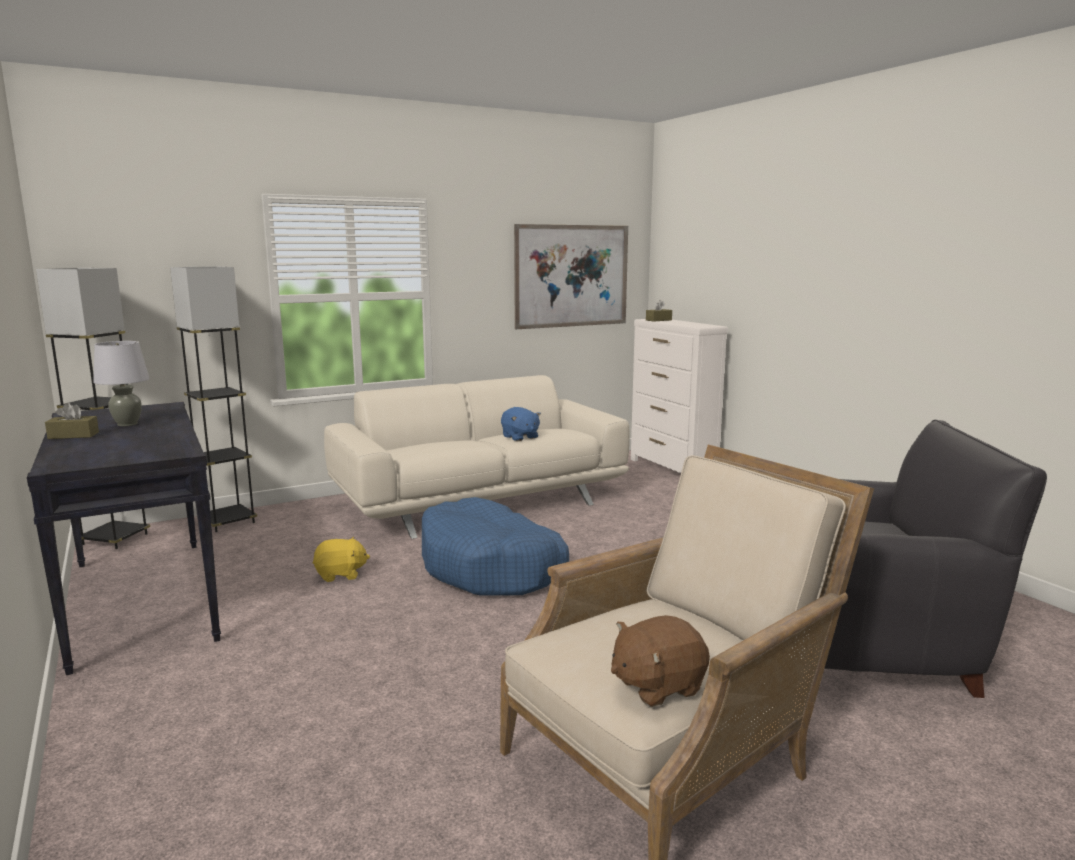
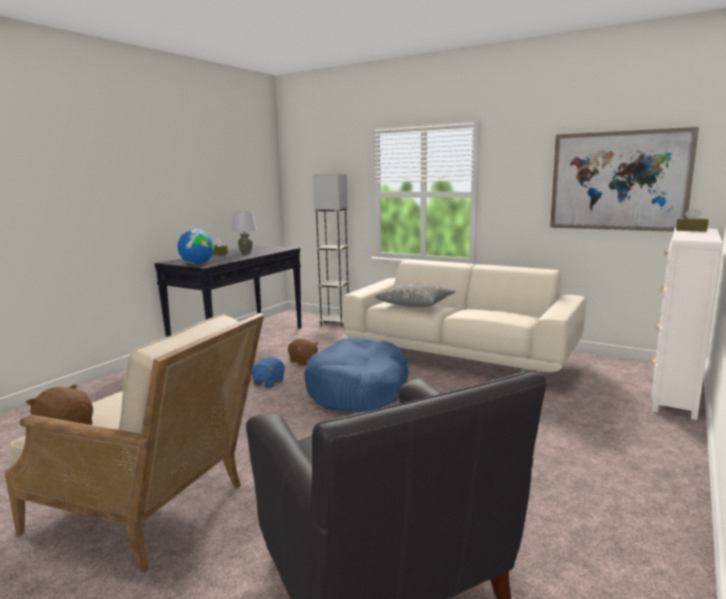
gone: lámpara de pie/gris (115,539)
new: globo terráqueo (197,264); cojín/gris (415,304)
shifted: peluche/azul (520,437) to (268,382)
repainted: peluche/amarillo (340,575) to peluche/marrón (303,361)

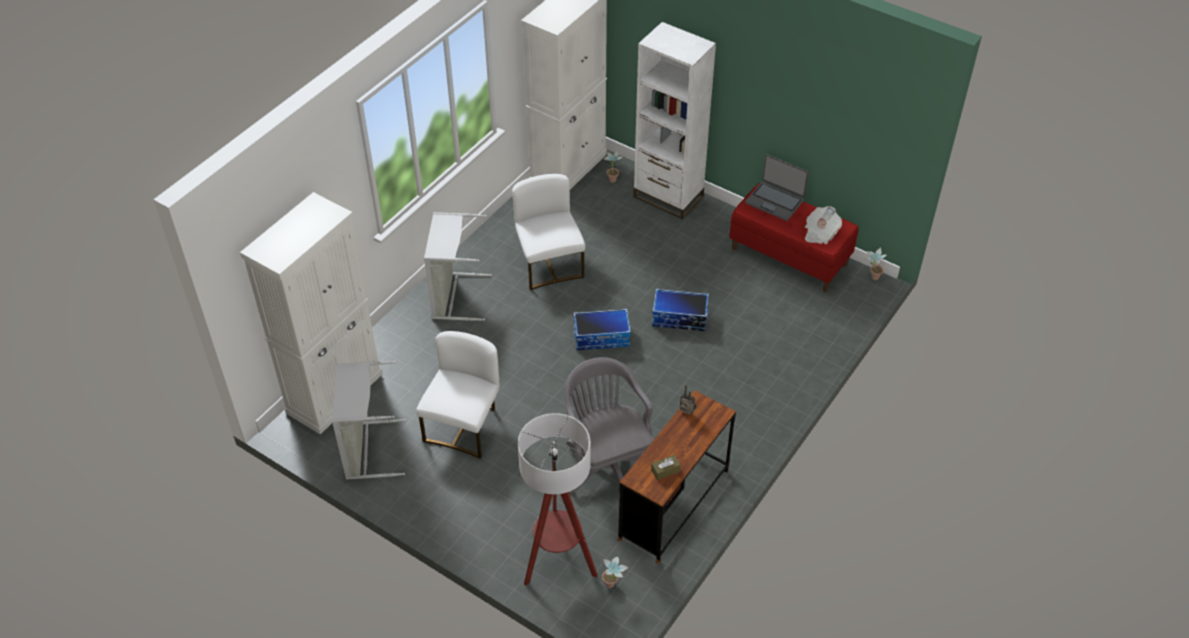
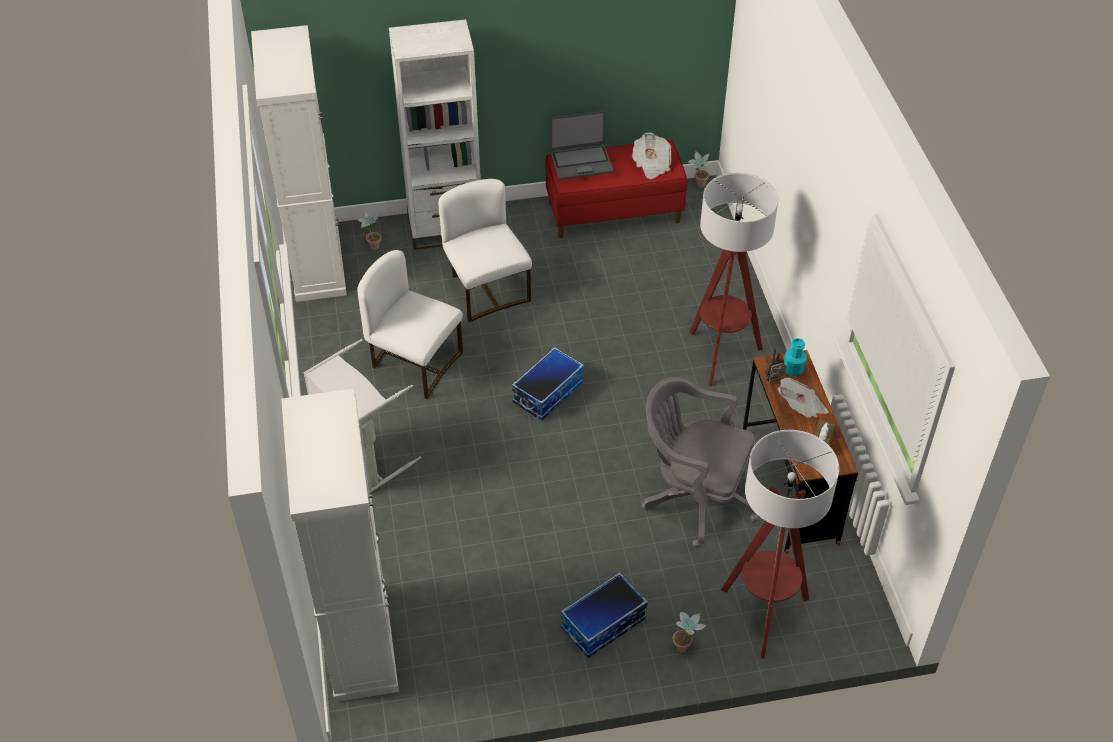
gone: cesto de la ropa/gris (367,450)
new: lámpara de pie (720,355); botella/turquesa (793,369); periódico (801,408)
shifted: caja de almacenaje (679,318) to (603,625); silla/blanco (464,426) to (486,290); planta en maceta (613,585) to (685,647)

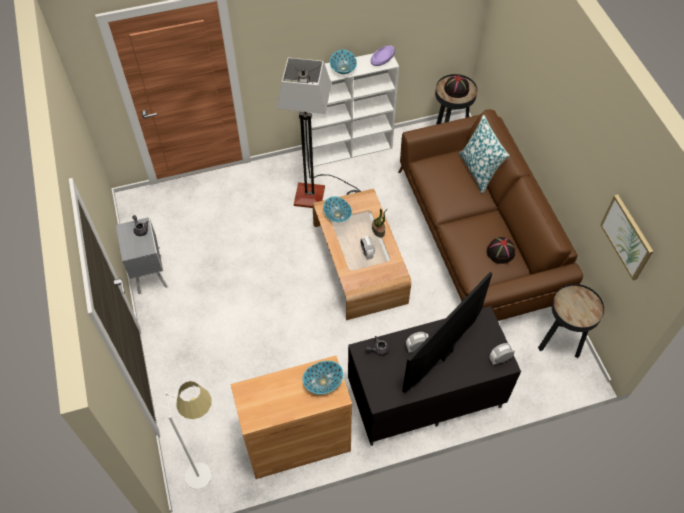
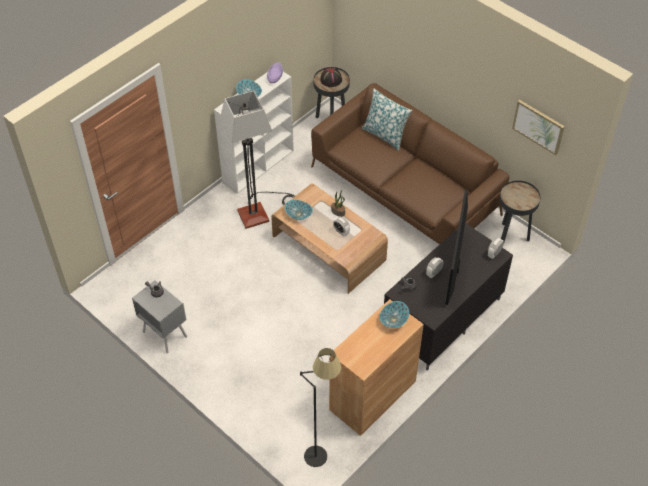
gone: sombrero/negro (500,252)
repainted: lámpara de pie/blanco (209,469) to lámpara de pie/negro (320,447)

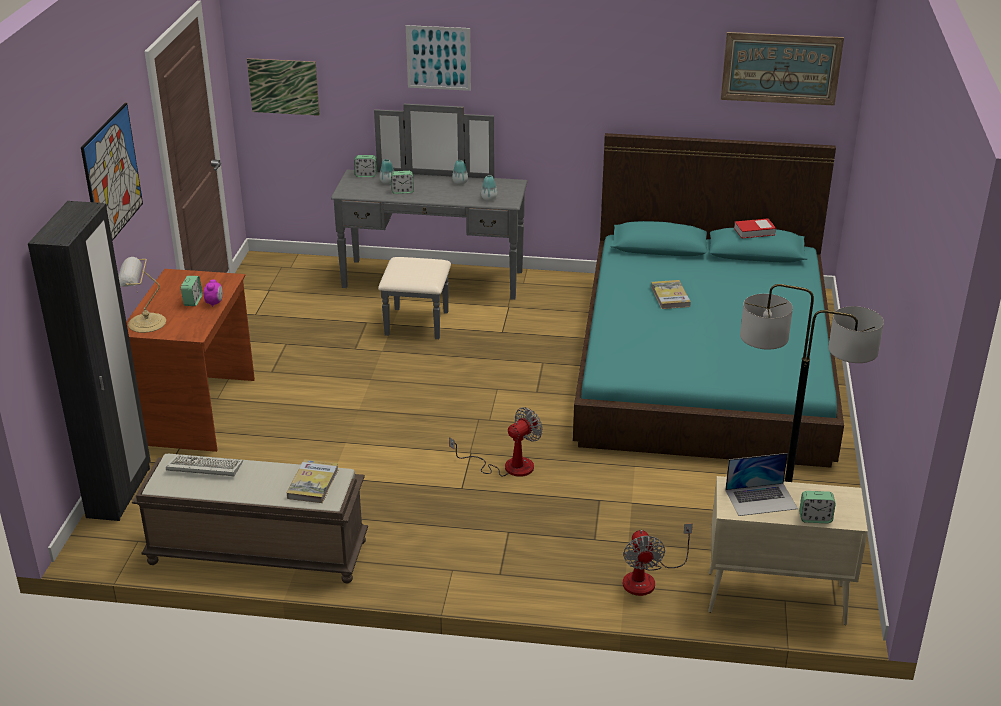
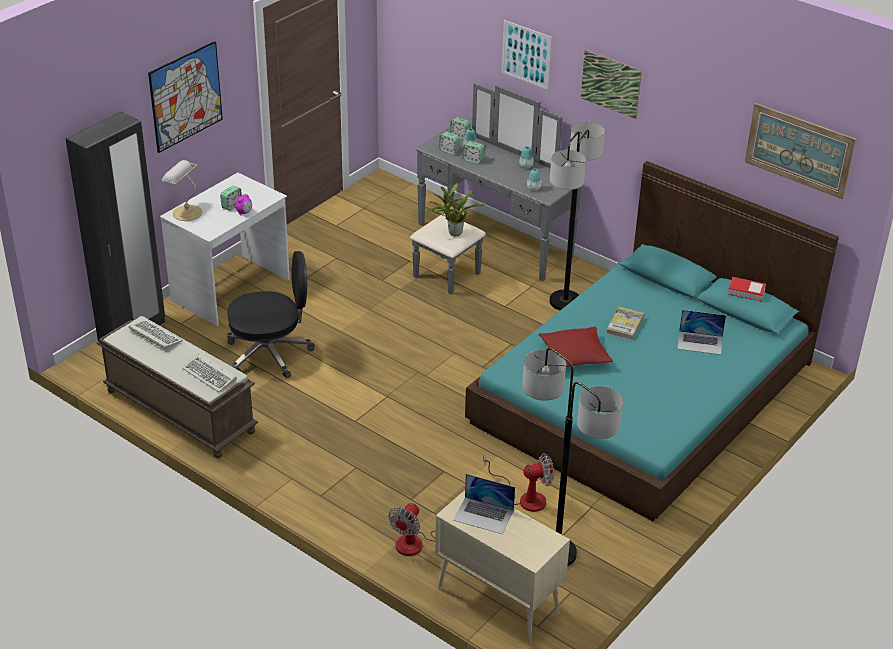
new: lámpara de pie (565,302); planta en maceta (453,233); silla de oficina/negro (270,353); portátil (700,342); cojín/rojo (574,355)
shifted: cuadro (283,86) to (611,84); ventilador (508,466) to (524,497); despertador (815,518) to (449,150)
swapped: libro (313,483) to teclado (211,375)
repainted: escritorio/marrón (198,411) to escritorio/blanco (231,290)

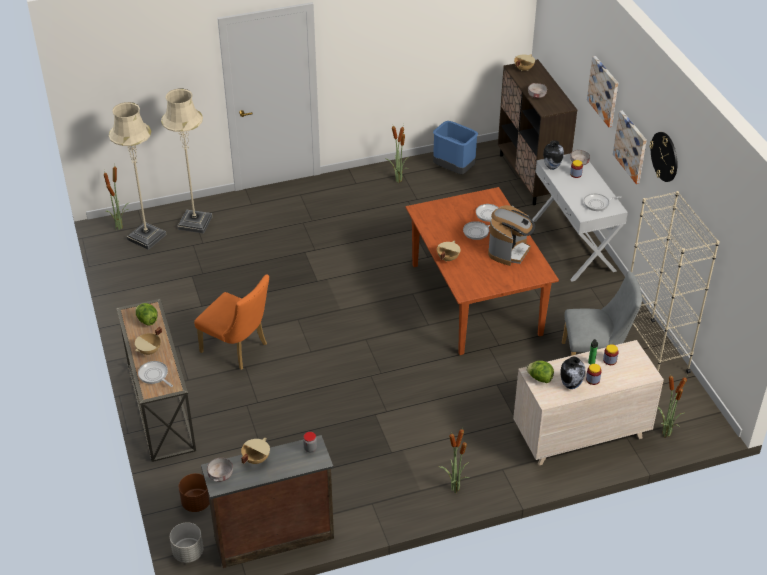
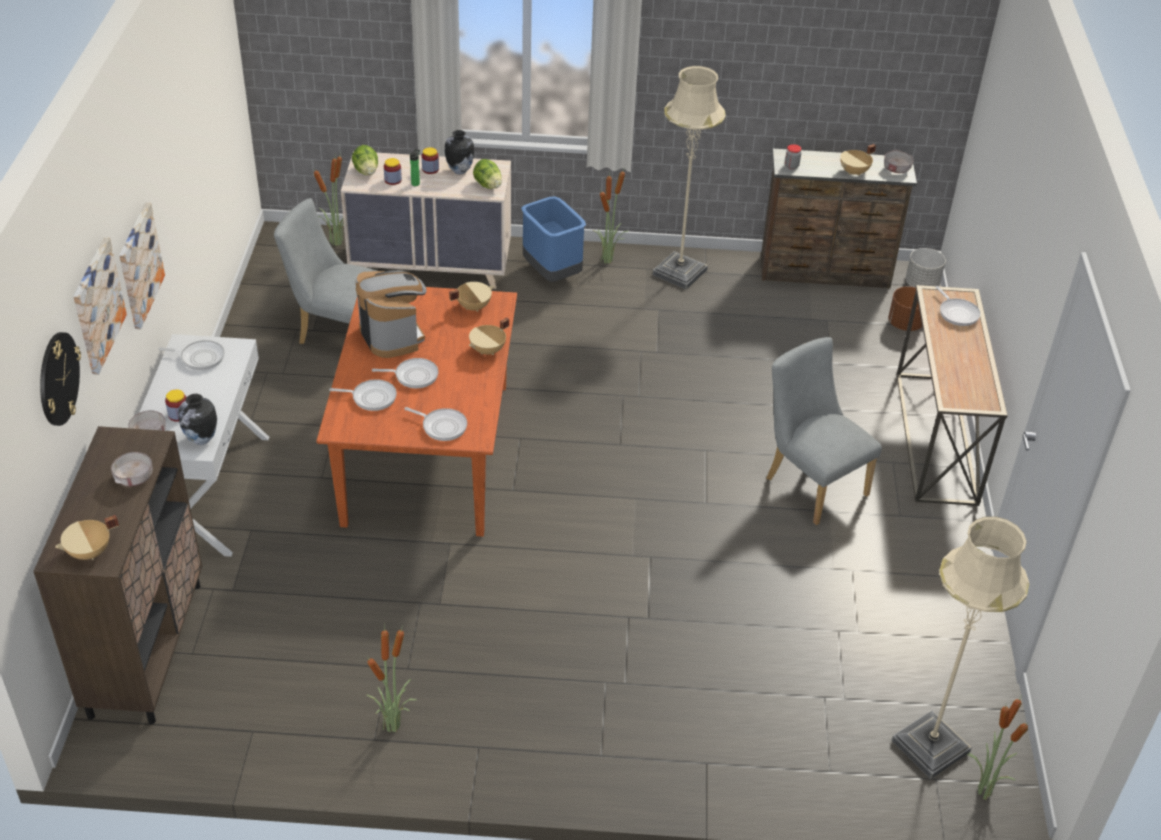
gone: estantería/beis (654,349)
new: sartén (442,426)
shifted: lámpara de pie/beis (195,223) to (679,272); papelera/azul (454,169) to (551,273); reloj de pared (664,156) to (58,378); lechuga (147,320) to (366,171); olla/beis (149,351) to (473,306)
repainted: silla/naranja (238,350) to silla/gris (810,483)
rotated: cafetera (509,251) = (392,335) 105 degrees clockwise

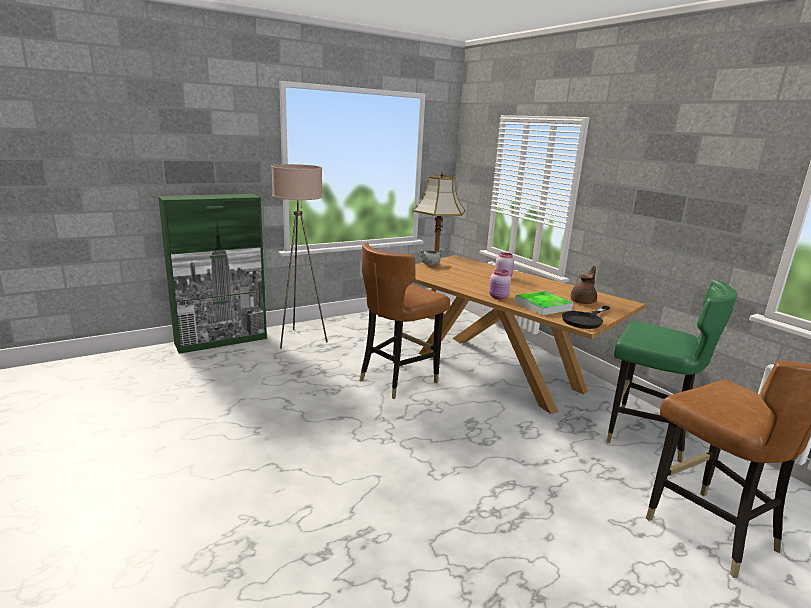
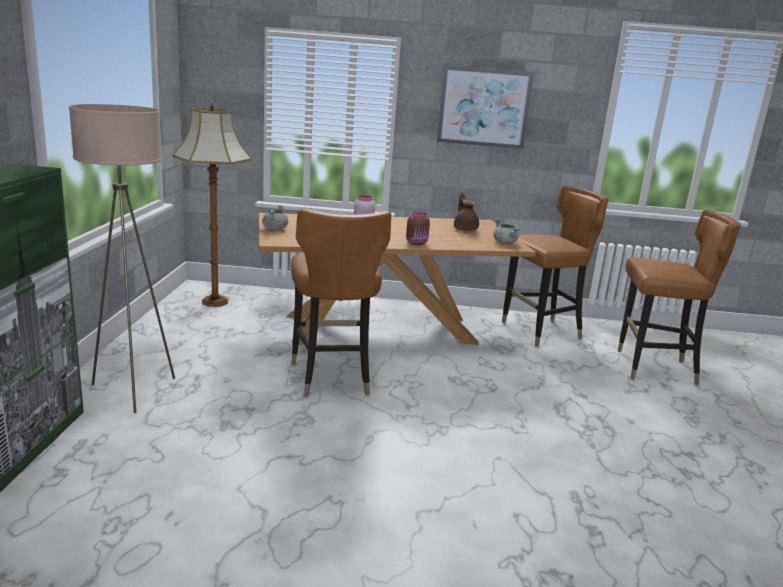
gone: bandeja (542,306)
new: cuadro (484,107)
swapped: sartén/negro (585,320) to olla/gris (505,242)
repainted: tarro/rosa (498,297) to tarro/marrón (417,243); silla/verde (645,436) to silla/marrón (541,332)

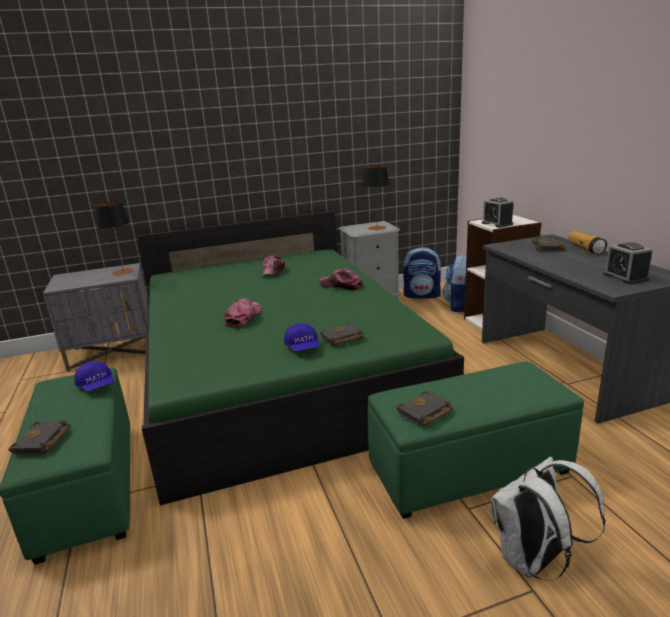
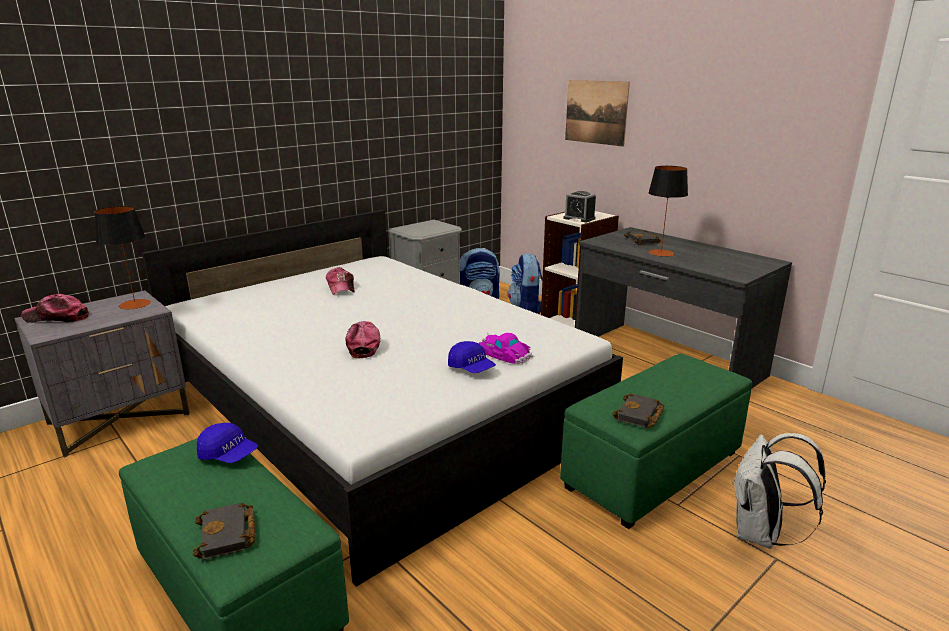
gone: linterna (585,249); despertador (625,277)
new: cuadro (596,112)
shifted: lámpara de mesa (377,228) to (661,253); gorra (341,286) to (57,317)
swapped: libro/negro (341,338) to coche de juguete (504,353)
repainted: cama/verde (278,370) to cama/blanco (377,406)

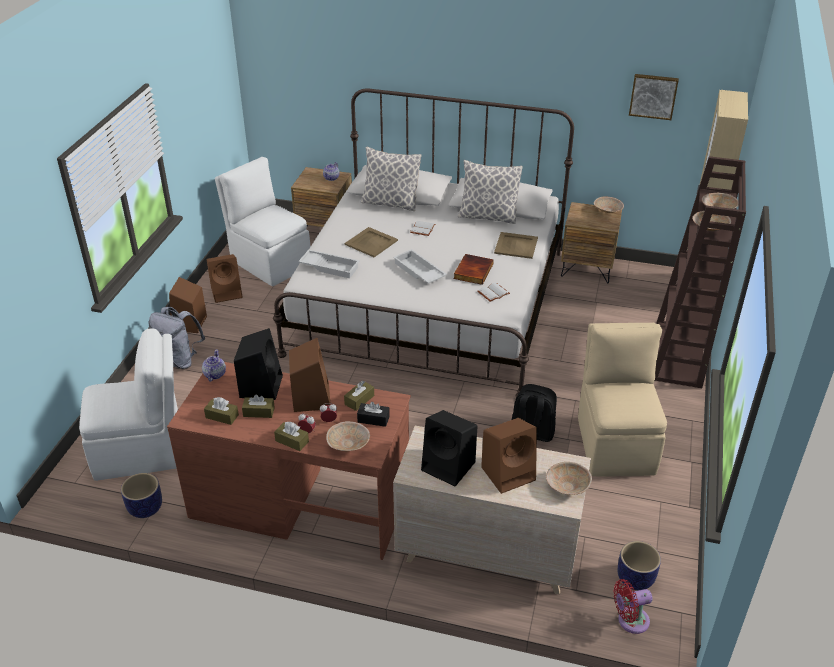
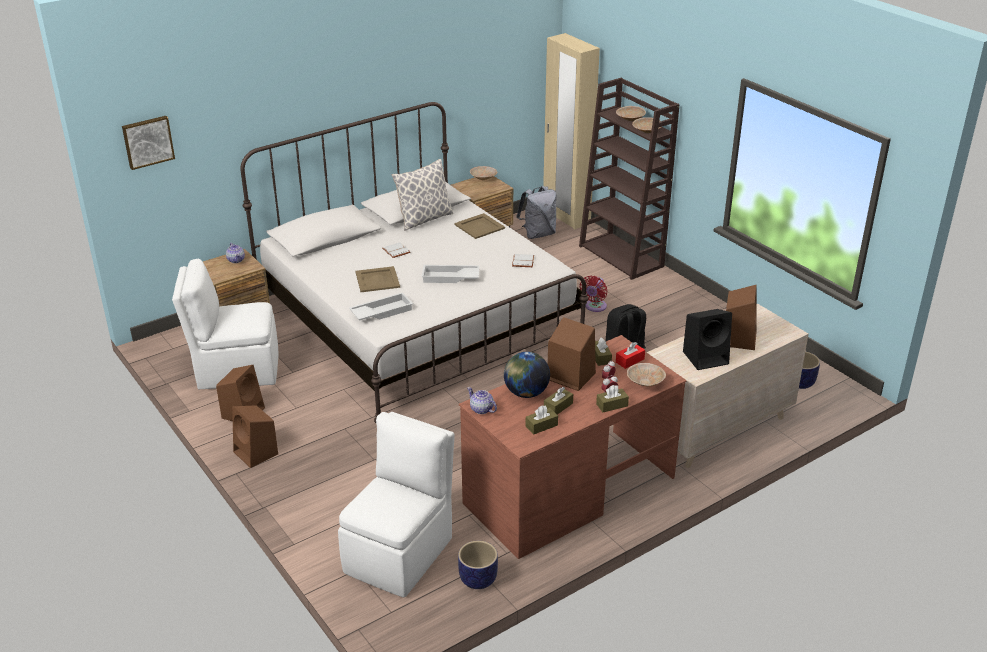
gone: cojín (390,203); libro (472,271); silla/beis (615,443); cuenco/beis (567,486)
shifted: cuadro (653,96) to (147,141); mochila/gris (180,360) to (538,234); ventilador/rojo (630,621) to (594,307)
swapped: altavoz/negro (261,385) to globo terráqueo (526,393)
repainted: caja de pañuelos/negro (373,419) to caja de pañuelos/rojo (630,360)

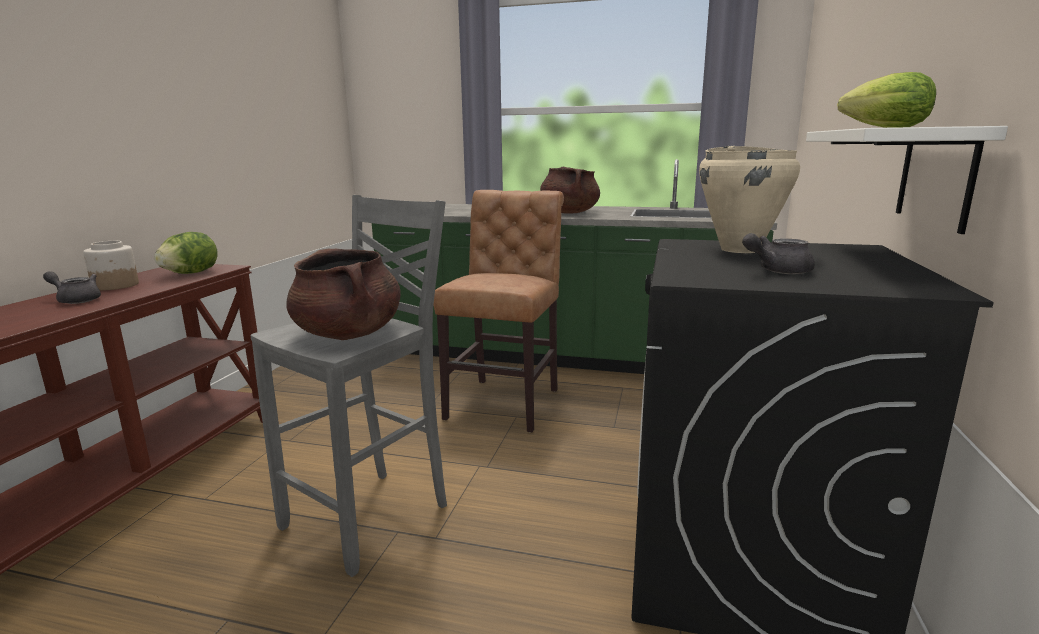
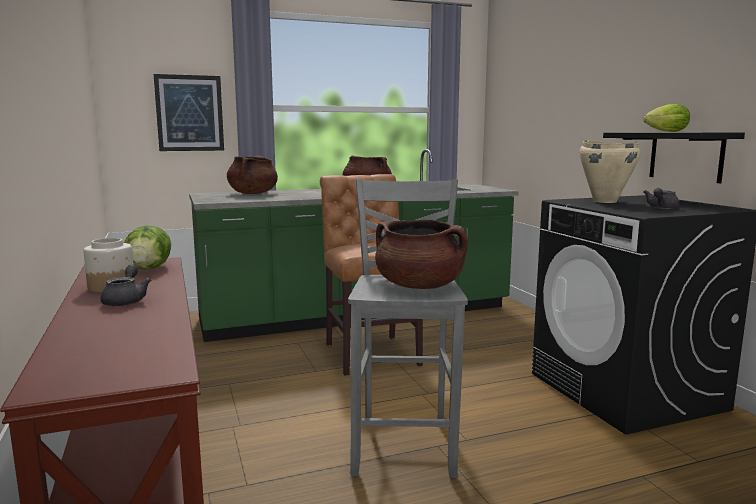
new: cuadro (189,113); olla/marrón (253,193)
repainted: estante/blanco (936,176) to estante/negro (686,156)
rotated: tetera/gris (76,300) = (126,300) 105 degrees clockwise

